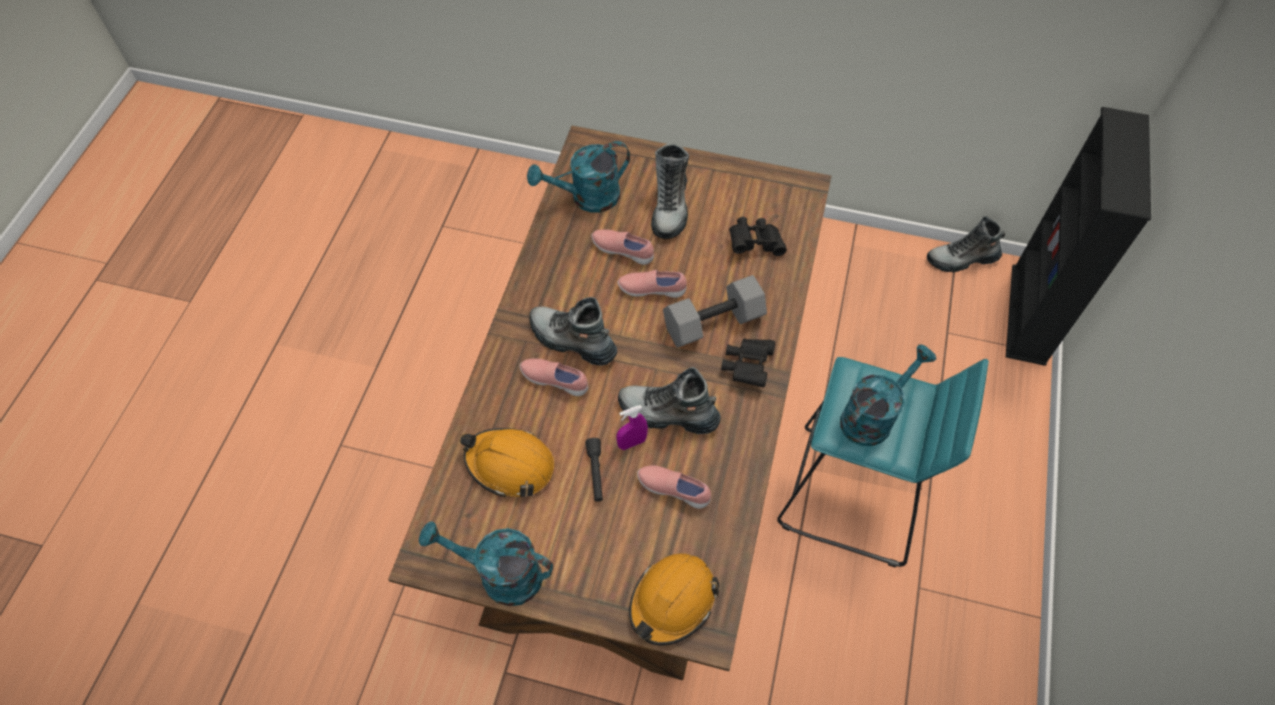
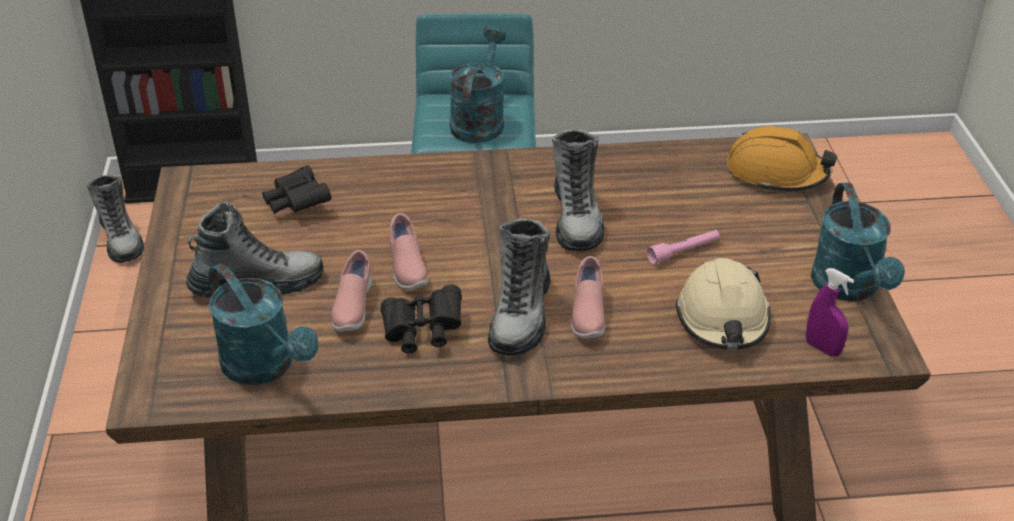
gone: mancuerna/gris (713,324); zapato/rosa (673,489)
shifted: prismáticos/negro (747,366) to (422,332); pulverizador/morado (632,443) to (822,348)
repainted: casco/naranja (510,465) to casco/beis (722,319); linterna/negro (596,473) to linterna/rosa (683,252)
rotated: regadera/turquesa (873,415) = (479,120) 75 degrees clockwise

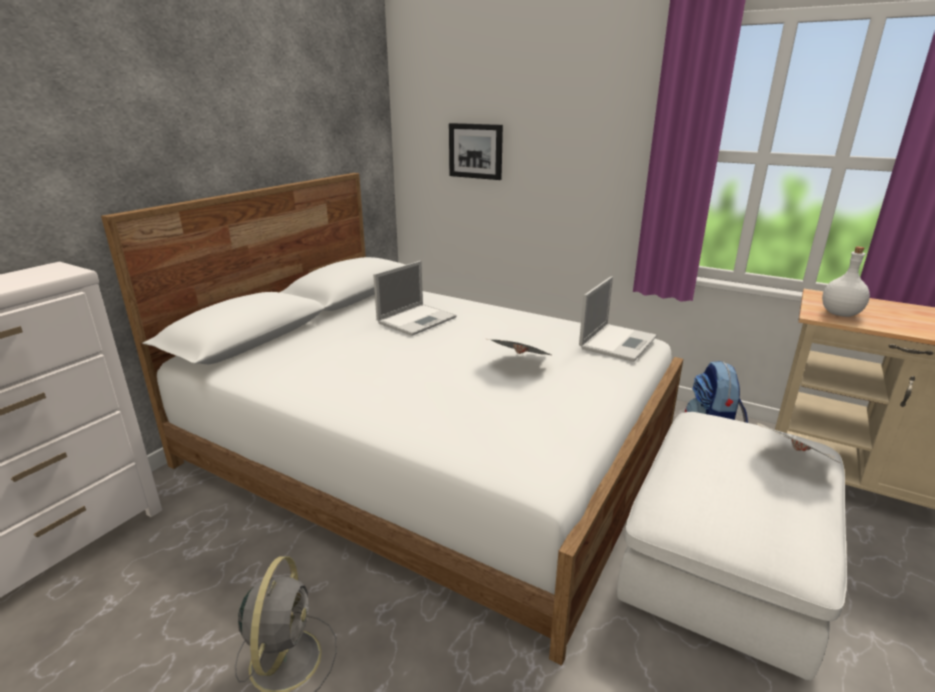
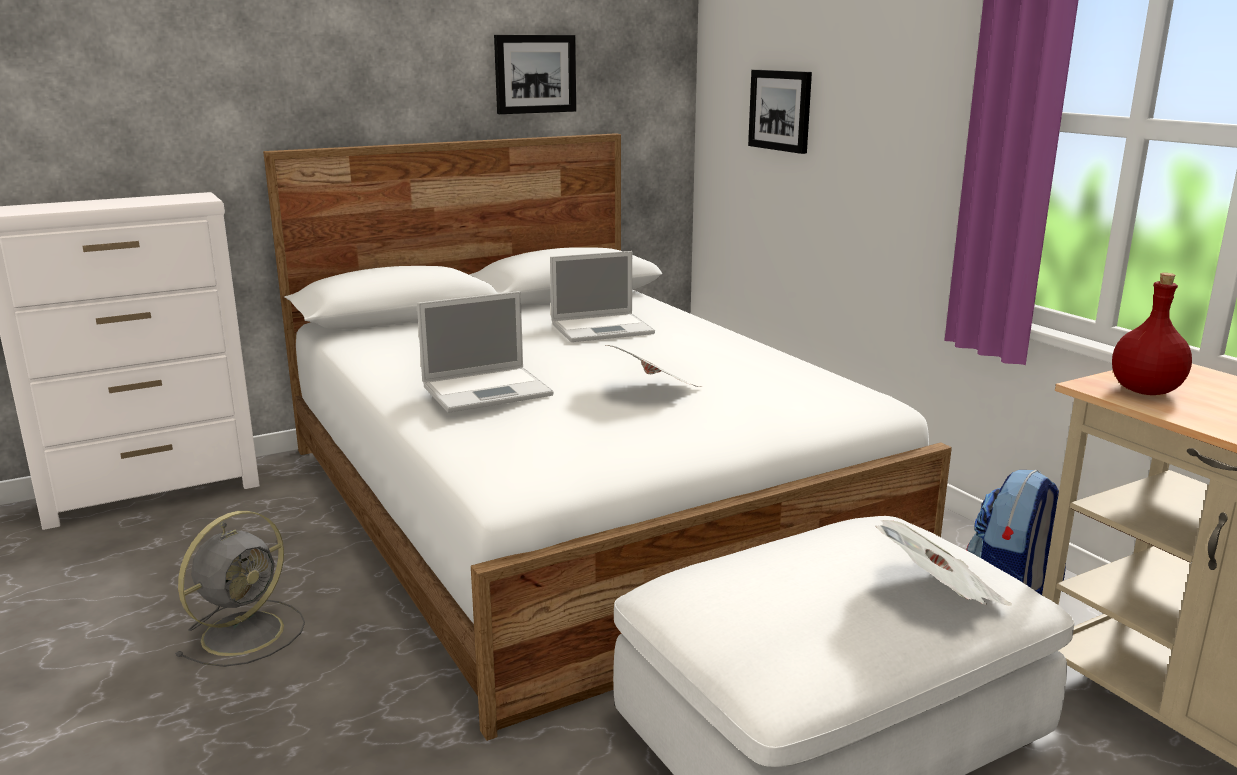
new: cuadro (535,74)
shifted: portátil (618,342) to (489,390)
repainted: botella/blanco (840,314) to botella/rojo (1146,391)

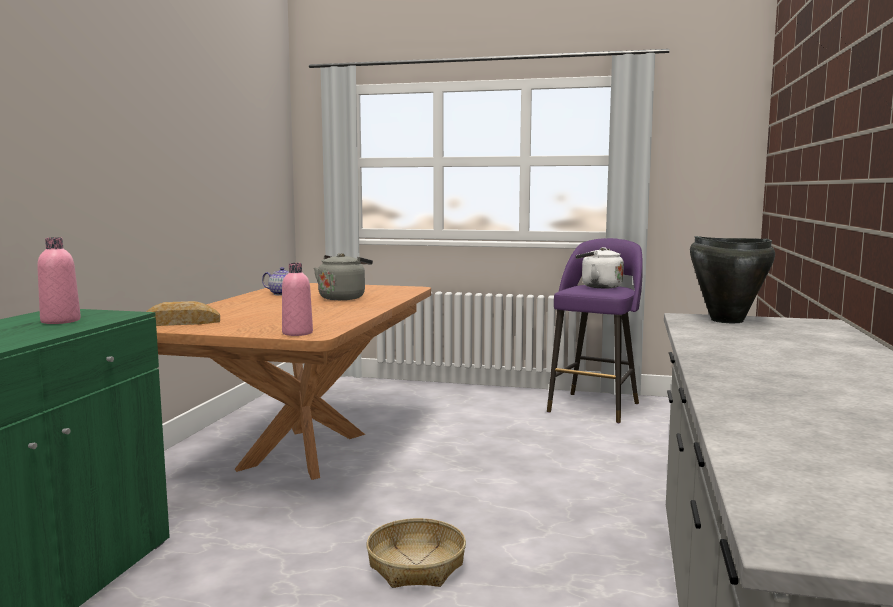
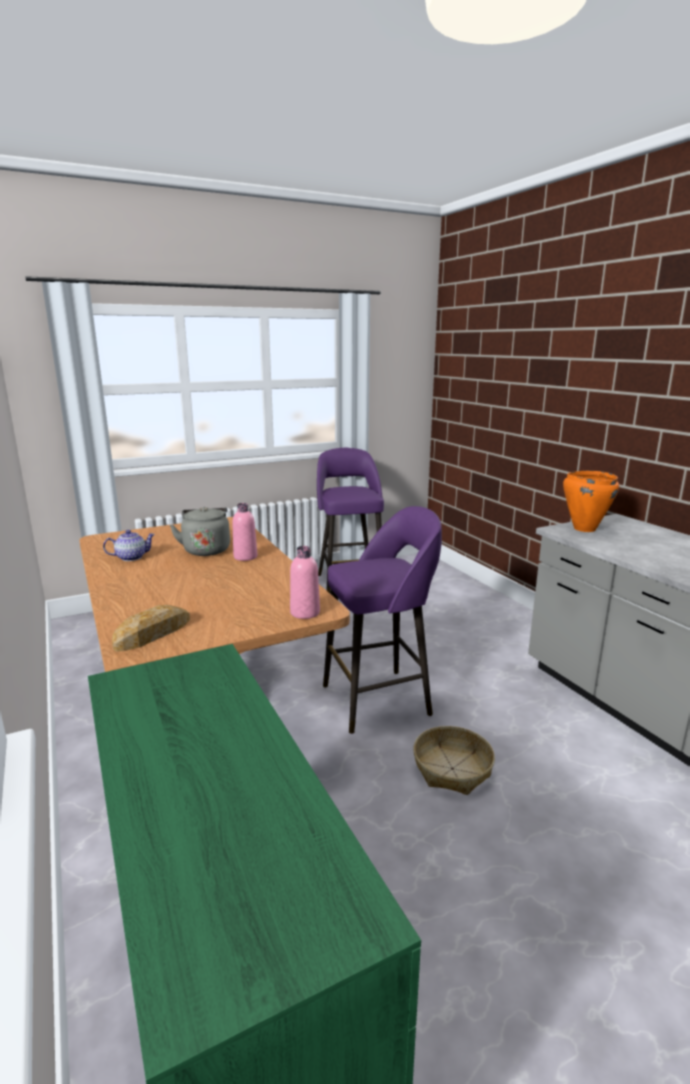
gone: hervidor/blanco (598,286)
new: taburete/morado (379,699)
shifted: botella/rosa (60,321) to (245,557)
repainted: olla/negro (726,320) to olla/naranja (584,529)

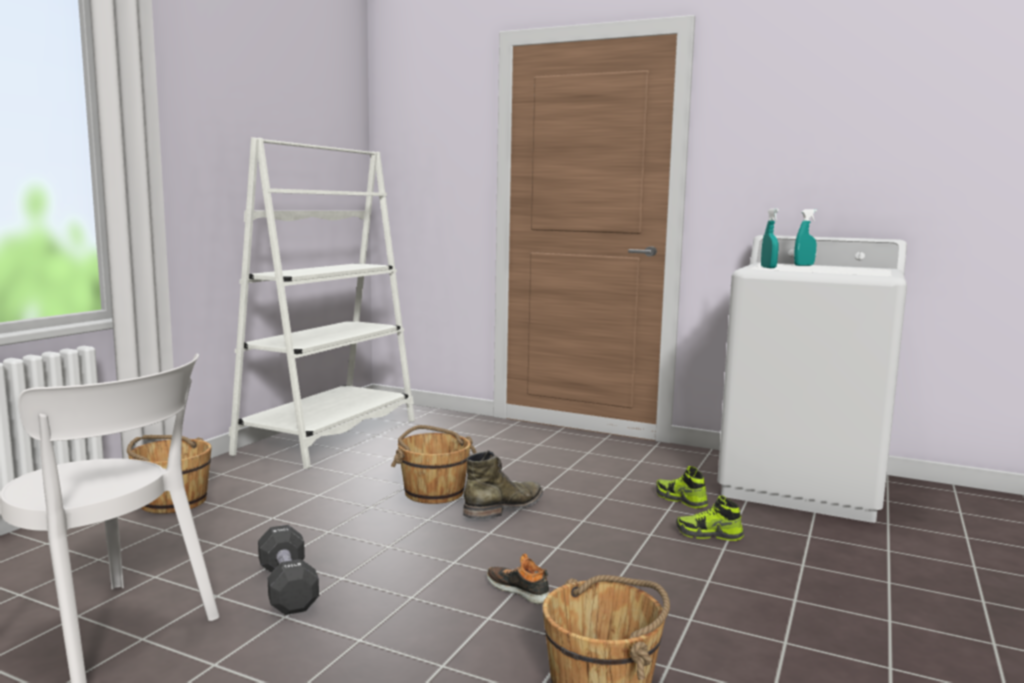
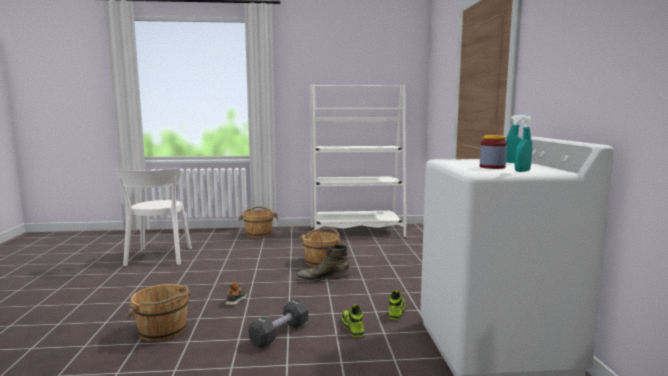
new: tarro (492,167)
shifted: pulverizador/turquesa (768,267) to (522,171); mancuerna/negro (287,587) to (279,334)
rotated: bota/verde (505,507) = (322,277) 150 degrees clockwise

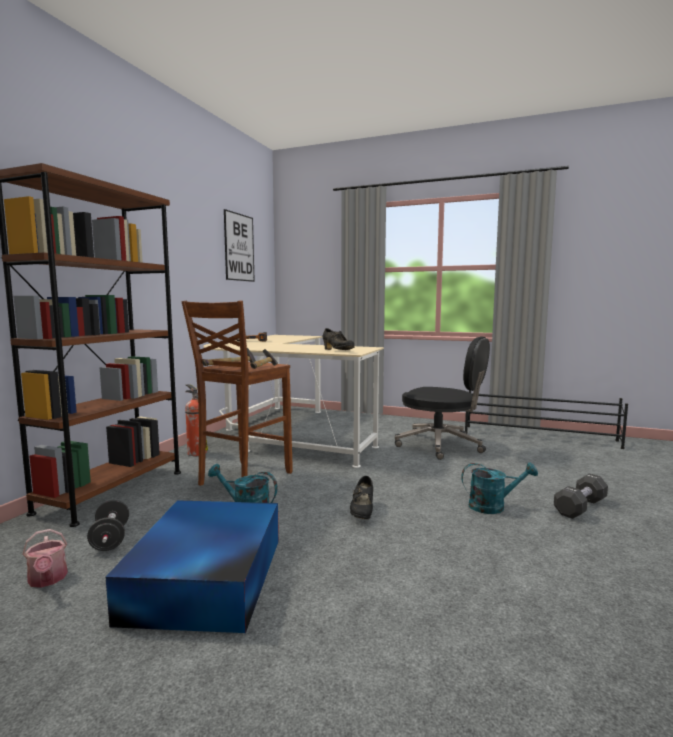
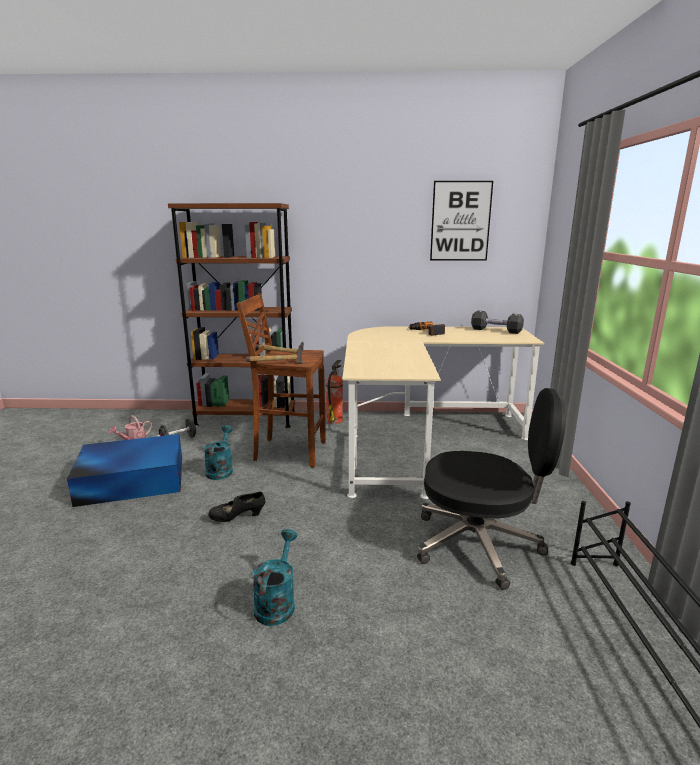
gone: zapato/negro (337,350)
shifted: mancuerna/negro (580,507) to (496,330)
rotated: silla de oficina/negro (441,445) = (479,544) 90 degrees counterclockwise; regadera/turquesa (493,506) = (277,602) 150 degrees counterclockwise

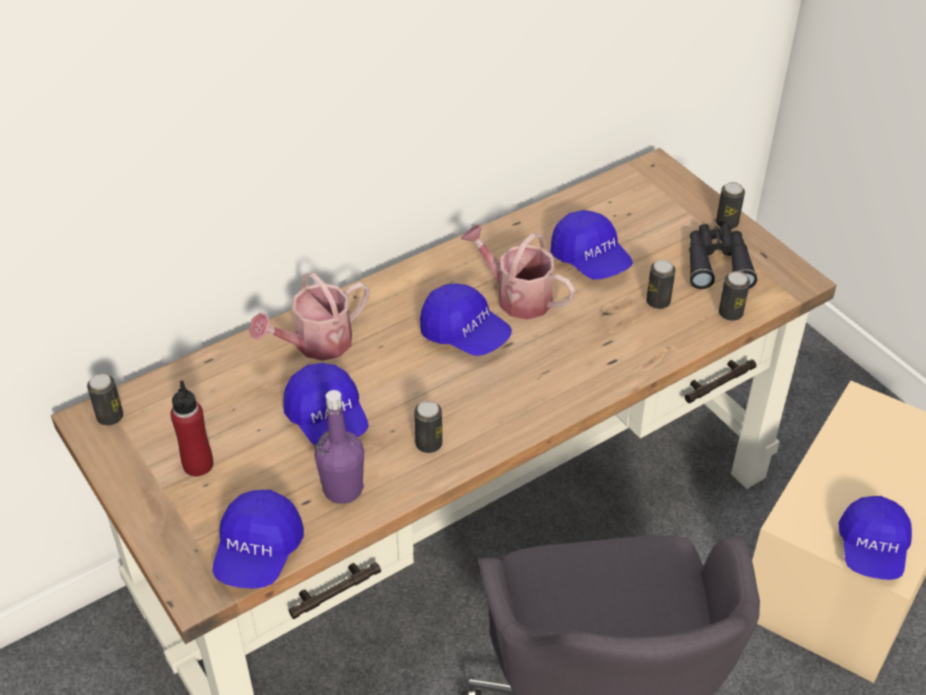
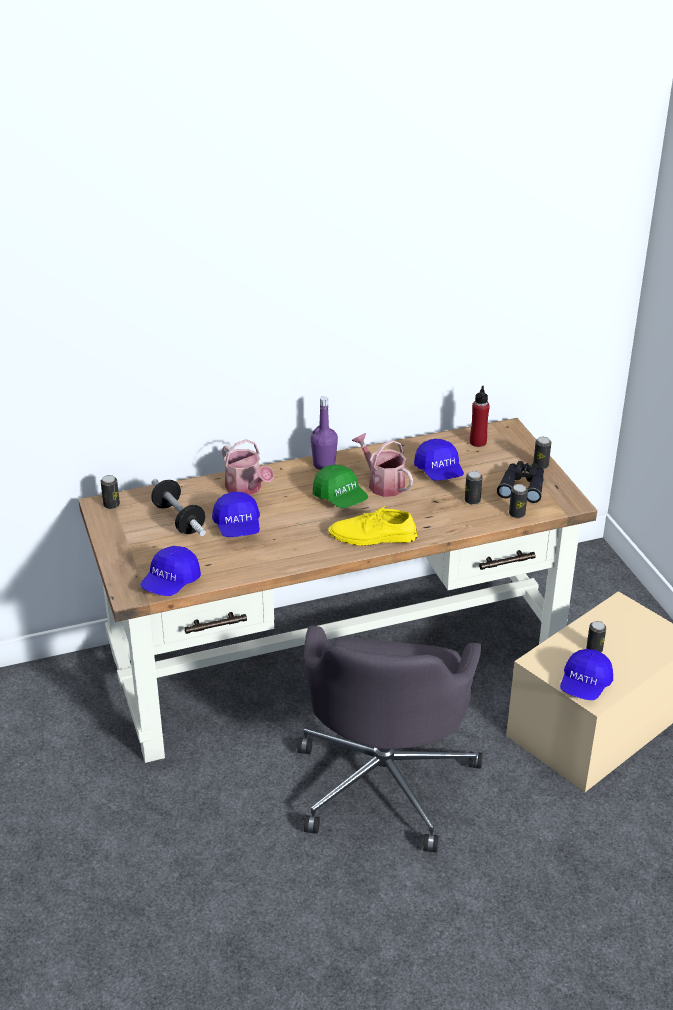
new: mancuerna (179,519); zapato/amarillo (372,536)
shifted: botella/rojo (198,465) to (478,442); botella/morado (343,489) to (324,465); lata (428,444) to (594,649)
repainted: gorra/azul (465,334) to gorra/verde (340,498)
rotated: regadera (316,344) = (246,489) 105 degrees counterclockwise

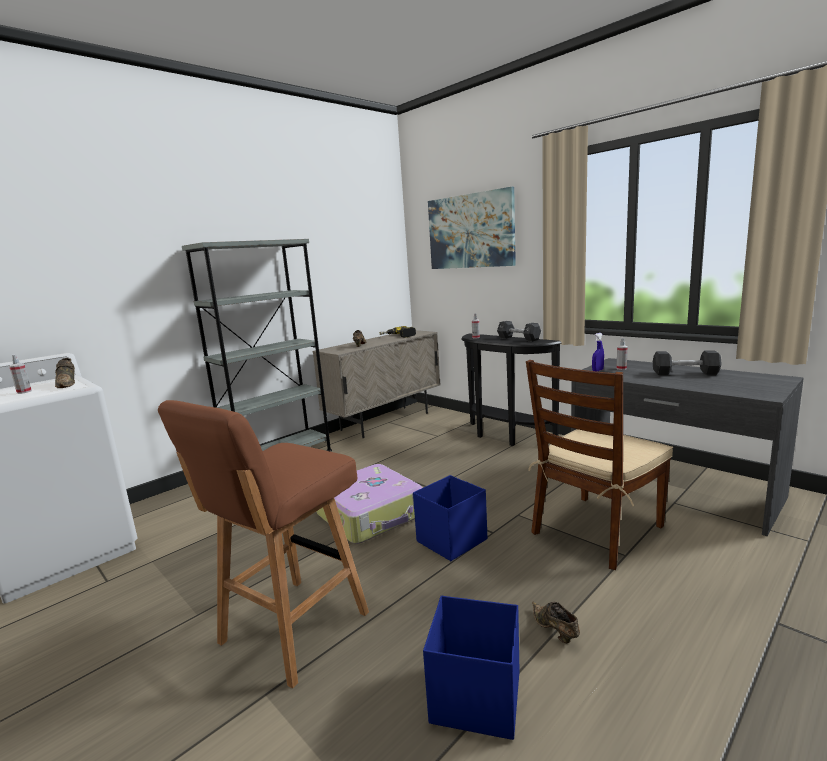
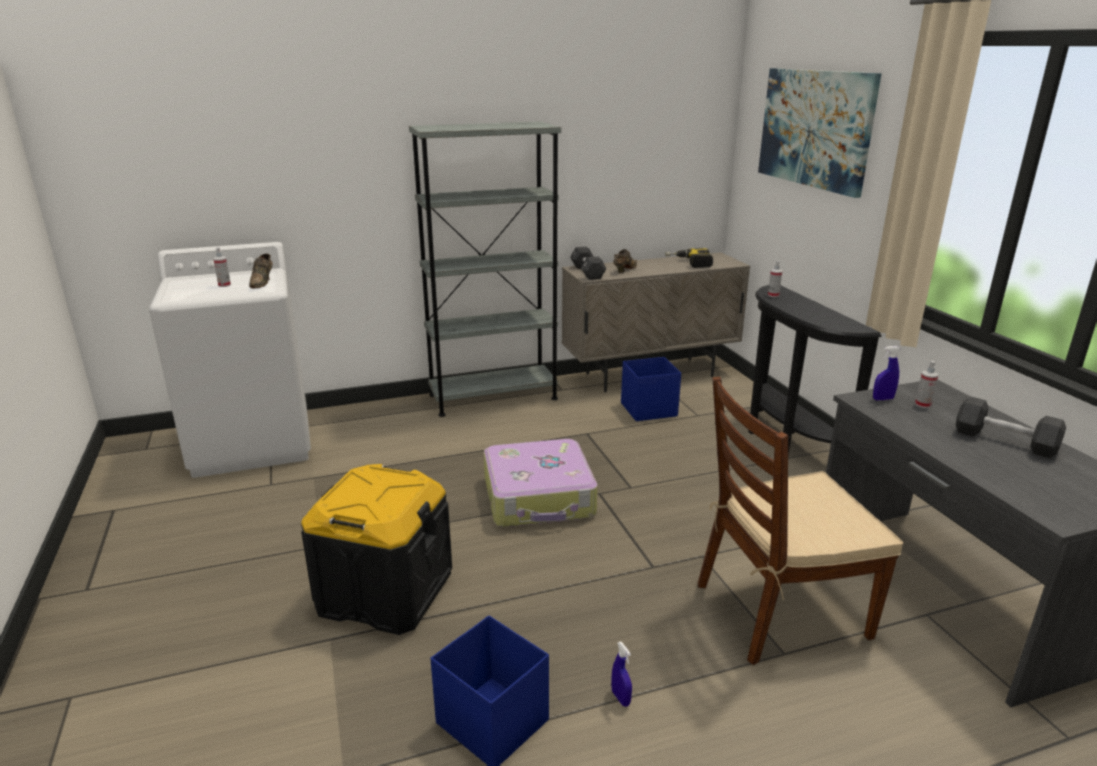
shifted: mancuerna/negro (518,339) to (587,272); caja de almacenaje/azul (450,541) to (647,409)
swapped: taburete/marrón (291,630) to caja de almacenaje/negro (384,592); zapato/marrón (555,631) to pulverizador/azul (620,698)

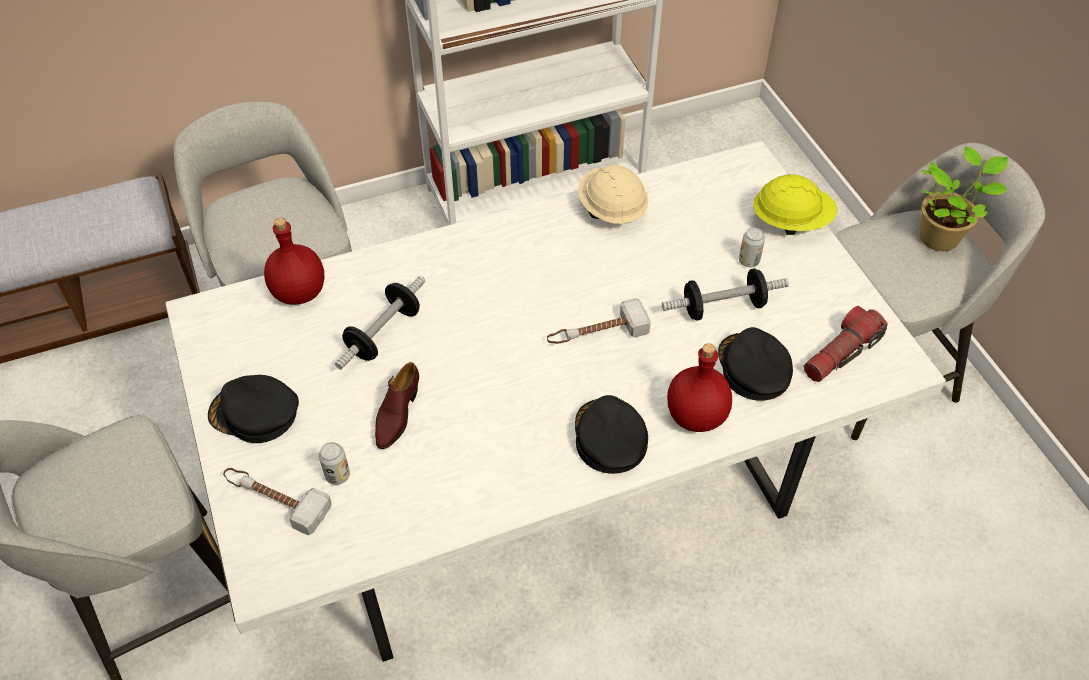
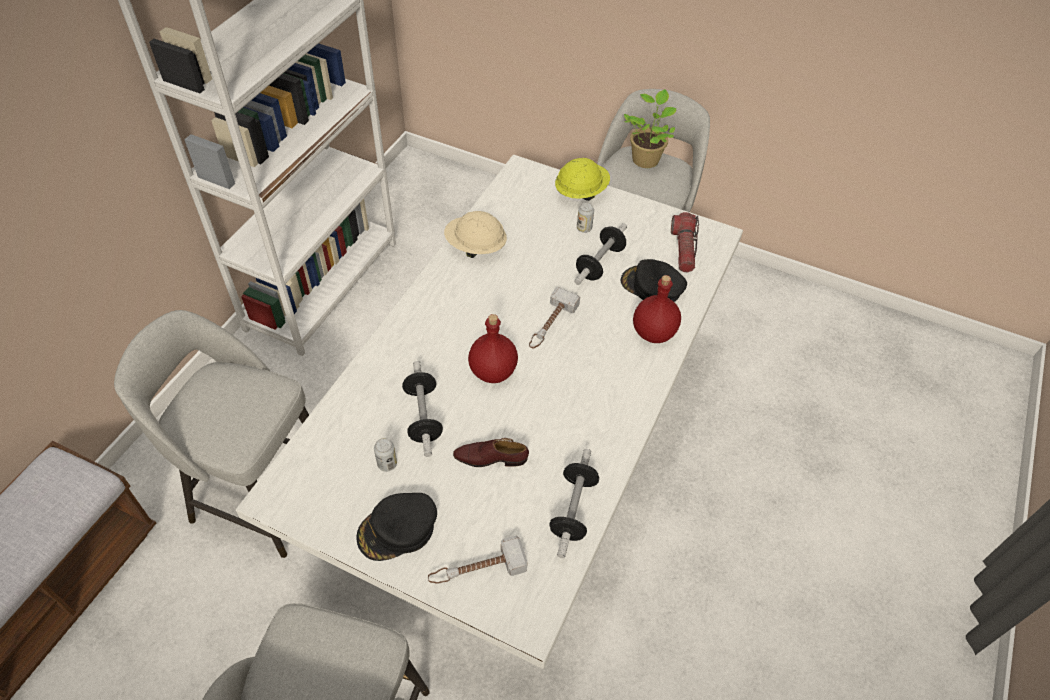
gone: gorra/negro (609,438)
new: mancuerna (573,510)
shifted: botella/rojo (299,293) to (493,372); lata (337,475) to (387,464)
rotated: zapato/marrón (397,414) = (490,458) 120 degrees clockwise

